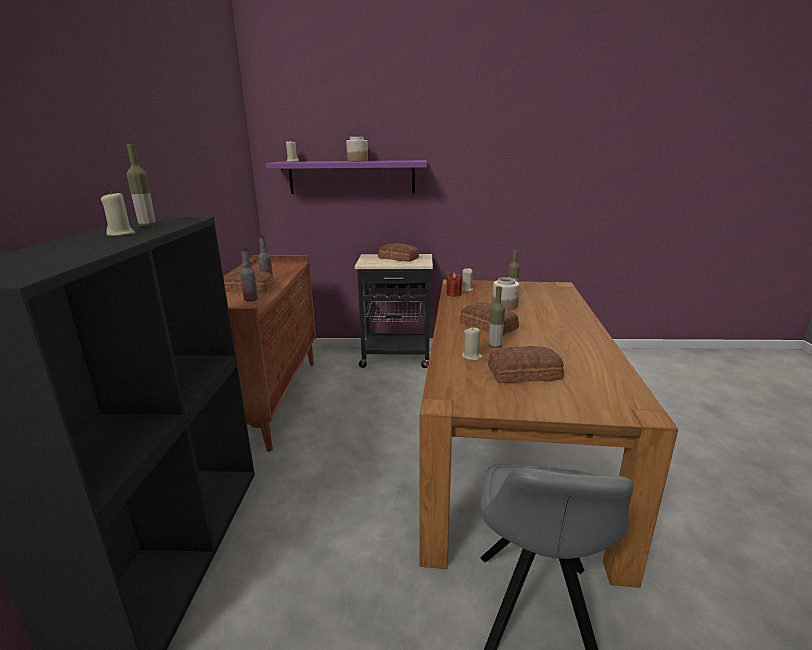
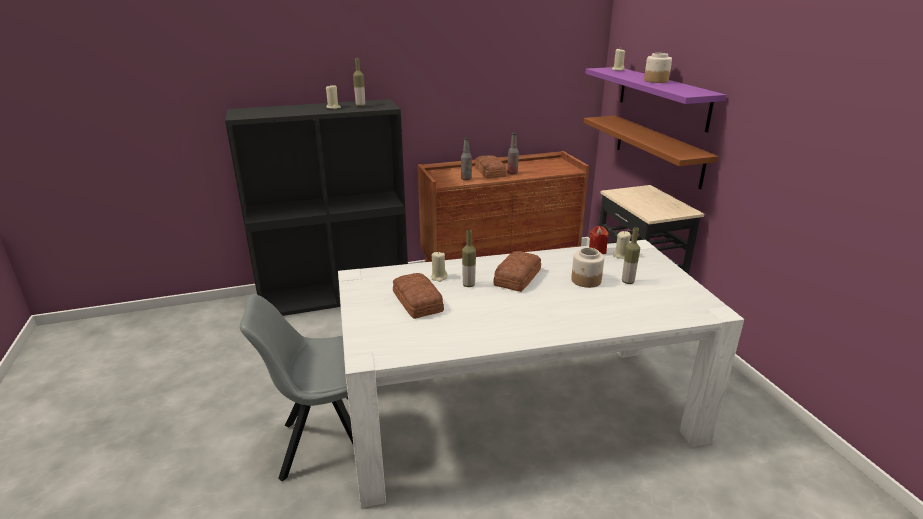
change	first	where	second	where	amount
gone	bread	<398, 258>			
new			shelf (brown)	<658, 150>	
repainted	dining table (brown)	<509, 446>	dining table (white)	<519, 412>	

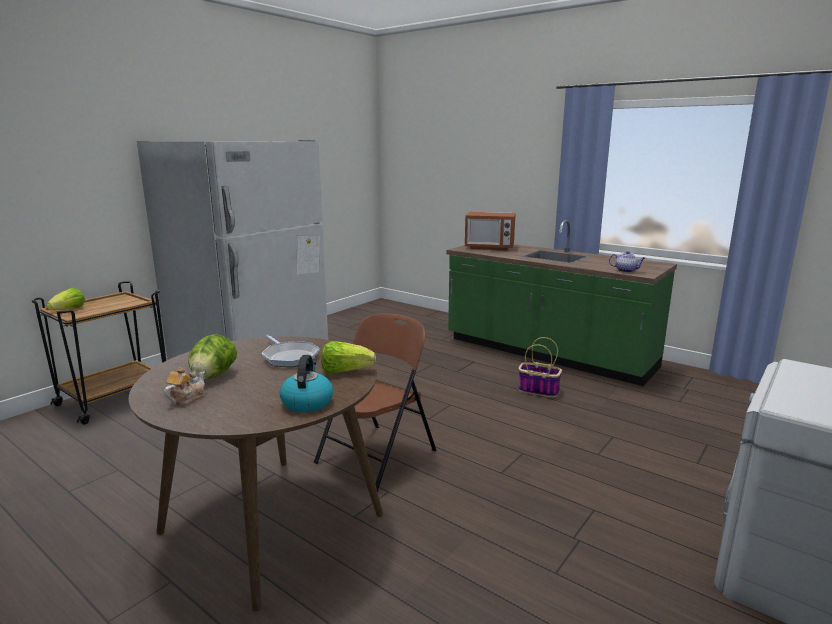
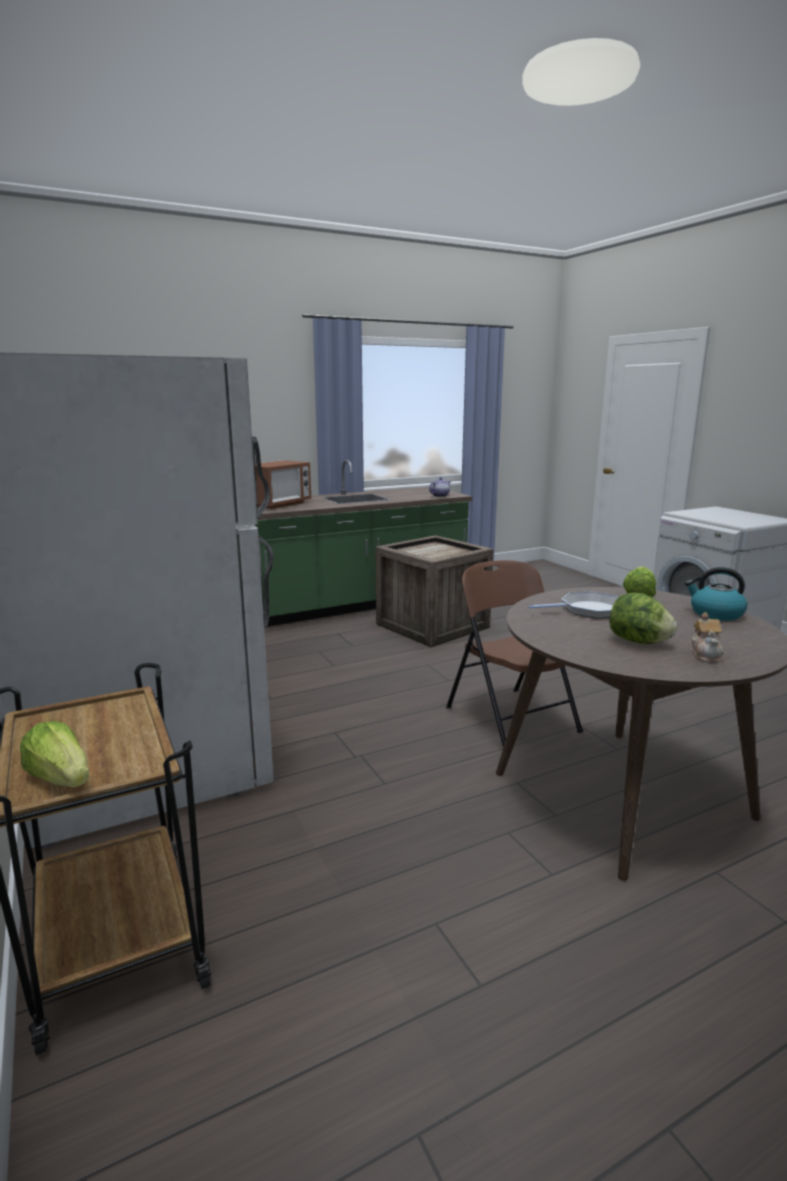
change	first	where	second	where	amount
swapped	basket	<537, 390>	crate	<432, 626>	
rotated	teapot	<186, 398>		<706, 655>	135 degrees counterclockwise

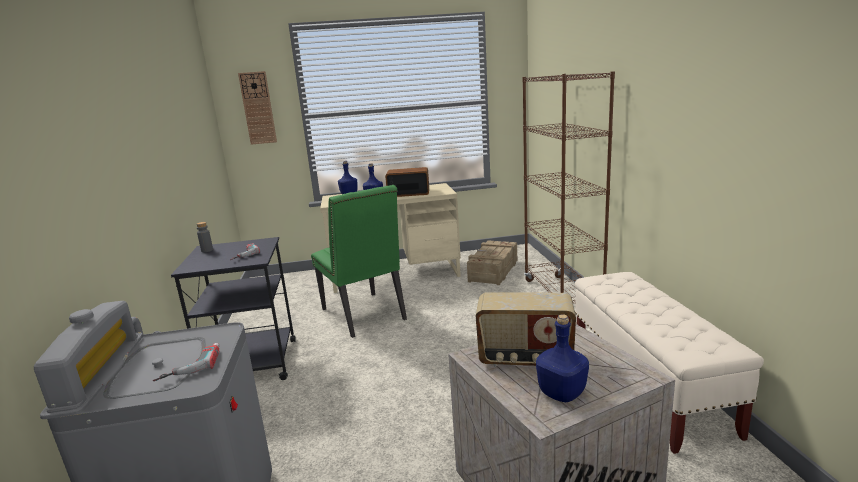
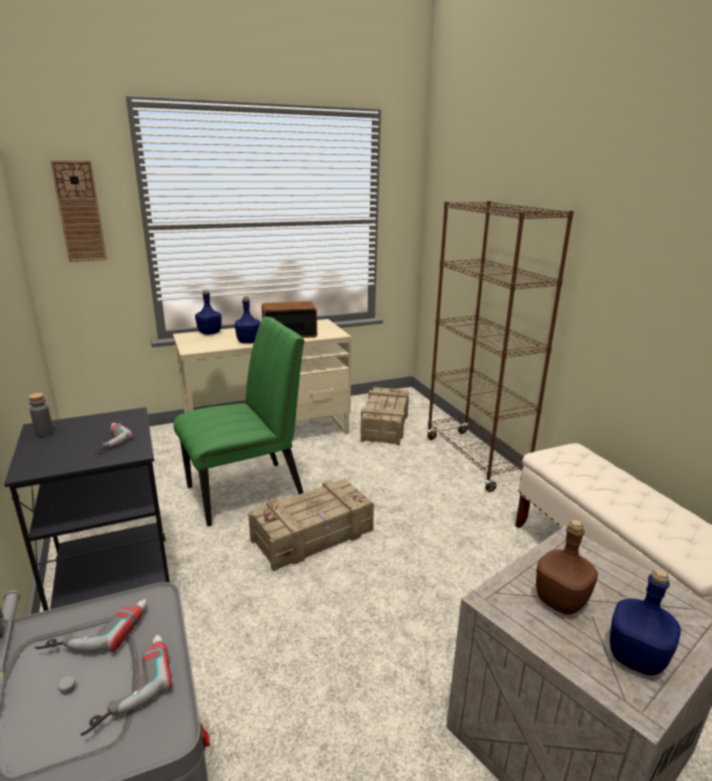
change	first	where	second	where	amount
new			power drill	<97, 629>	
new			crate	<313, 535>	
swapped	radio	<525, 358>	bottle (brown)	<561, 600>	
rotated	chair (green)	<363, 314>		<244, 492>	75 degrees counterclockwise

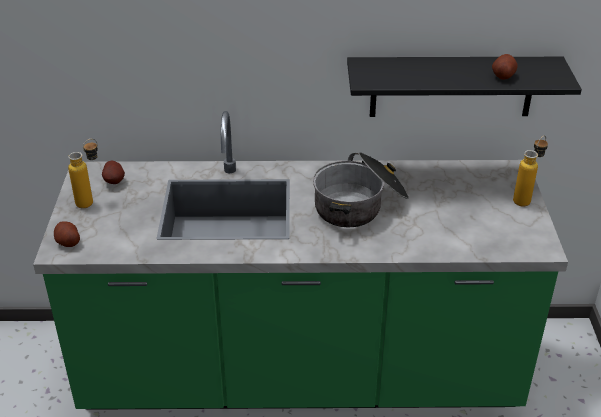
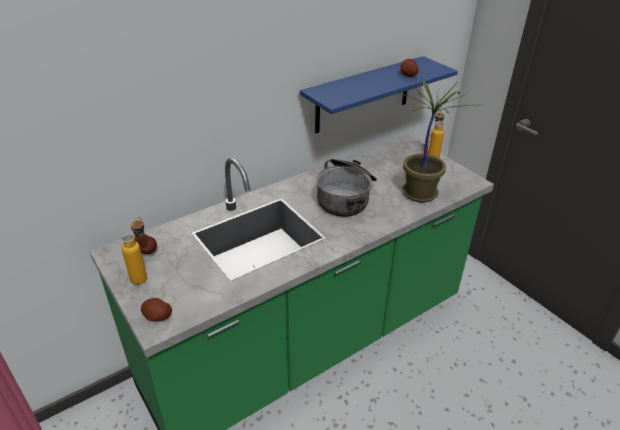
change	first	where	second	where	amount
new			potted plant	<420, 192>	
repainted	shelf (black)	<452, 86>	shelf (blue)	<363, 95>	

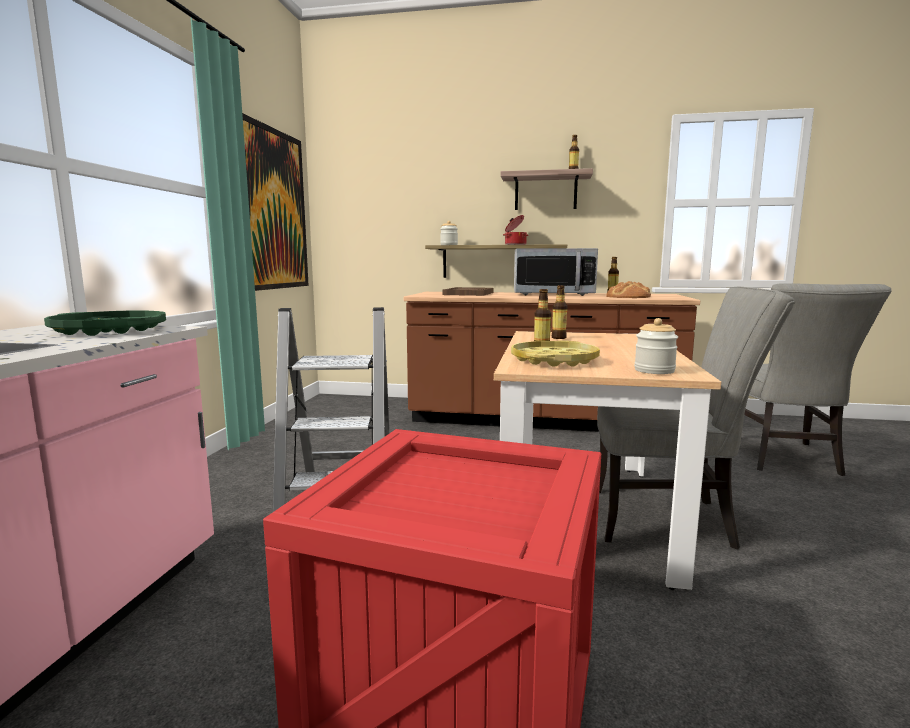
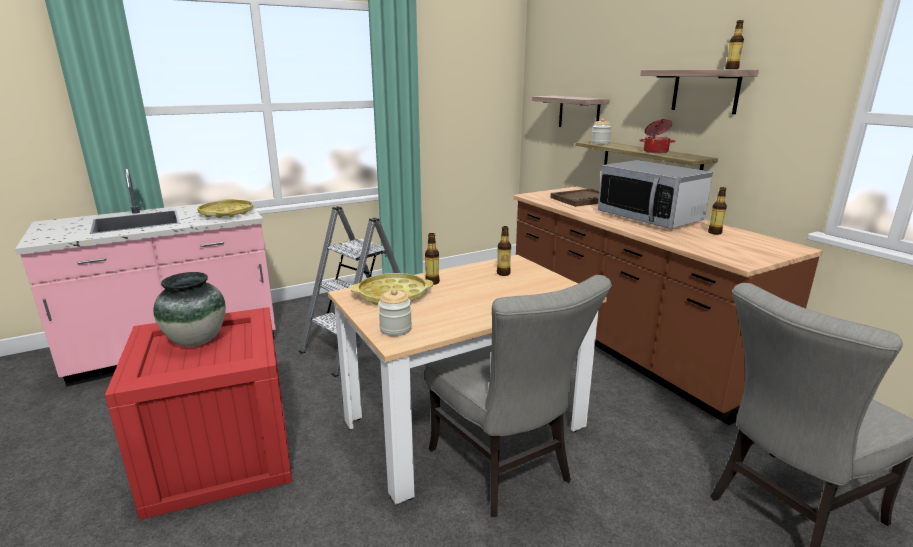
change	first	where	second	where	amount
gone	picture	<274, 210>			
gone	bread	<628, 297>			
new			vase	<197, 340>	
new			shelf	<579, 113>	
repainted	tray (green)	<110, 330>	tray (yellow)	<226, 213>	

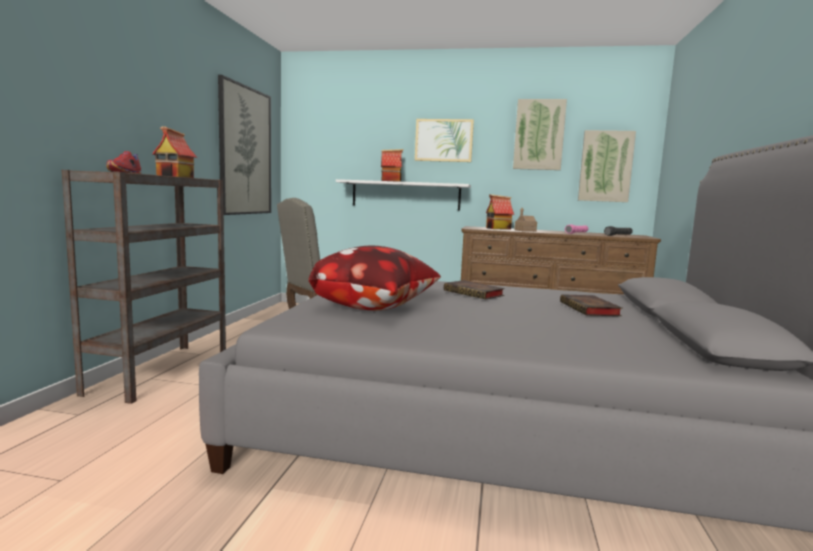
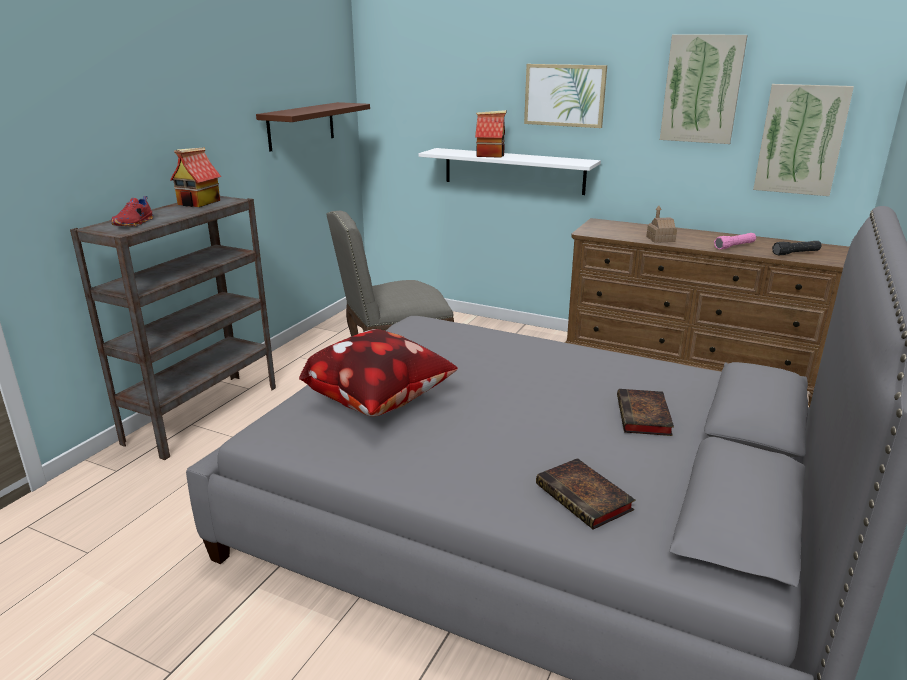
change	first	where	second	where	amount
gone	toy house	<498, 228>			
shifted	book	<475, 293>		<586, 498>	
swapped	picture	<245, 151>	shelf (brown)	<301, 126>	

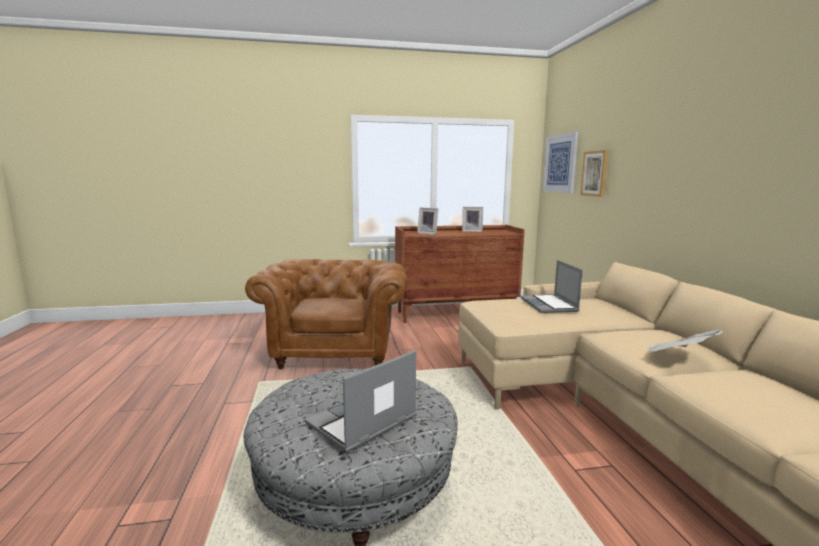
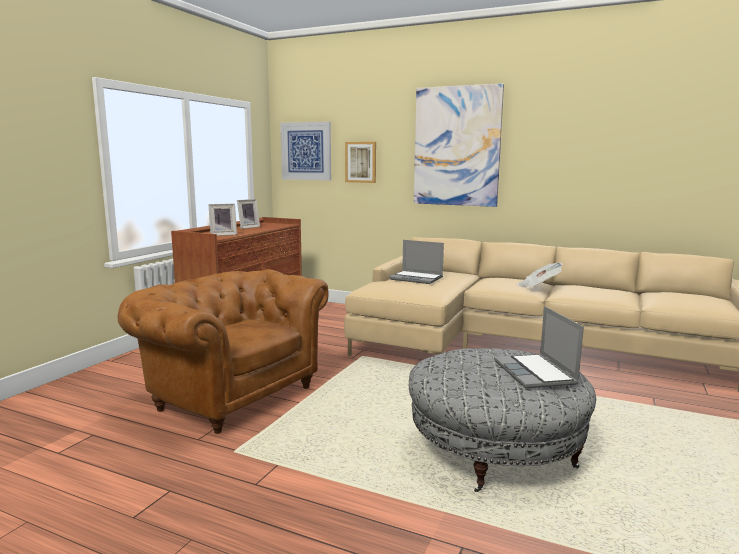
change	first	where	second	where	amount
new			picture	<457, 146>	

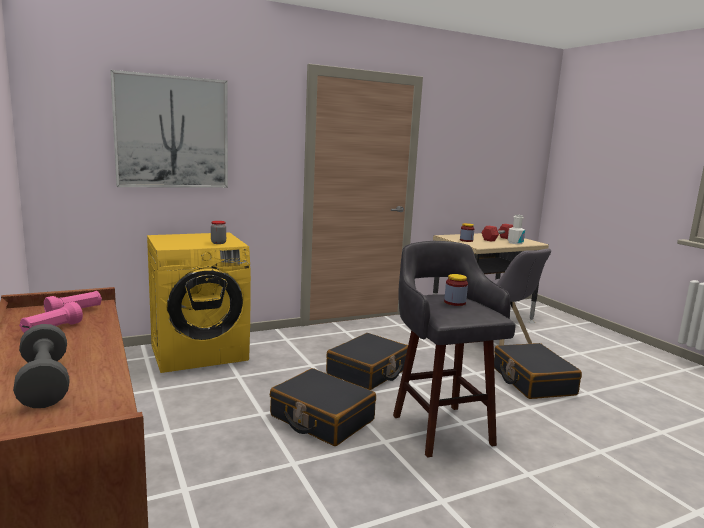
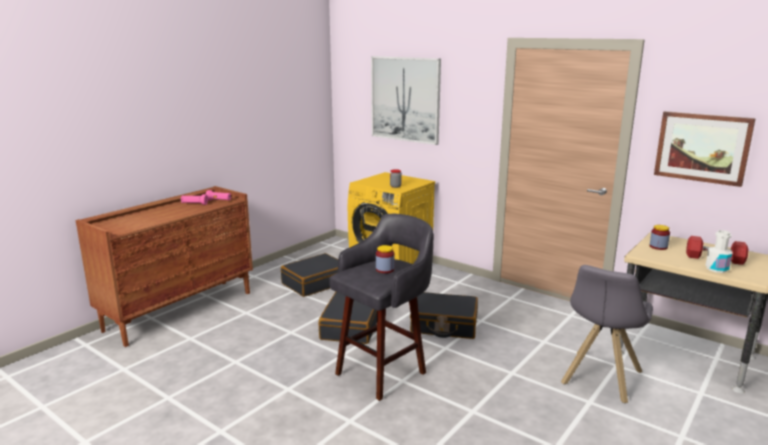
change	first	where	second	where	amount
gone	dumbbell (grey)	<44, 383>			
new			picture	<702, 147>	
shifted	suitcase (black)	<532, 381>		<315, 283>	

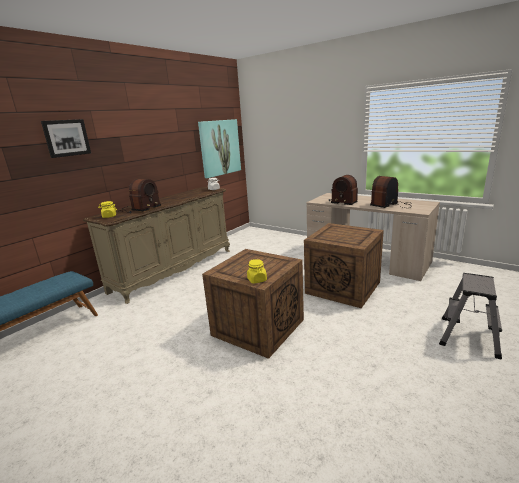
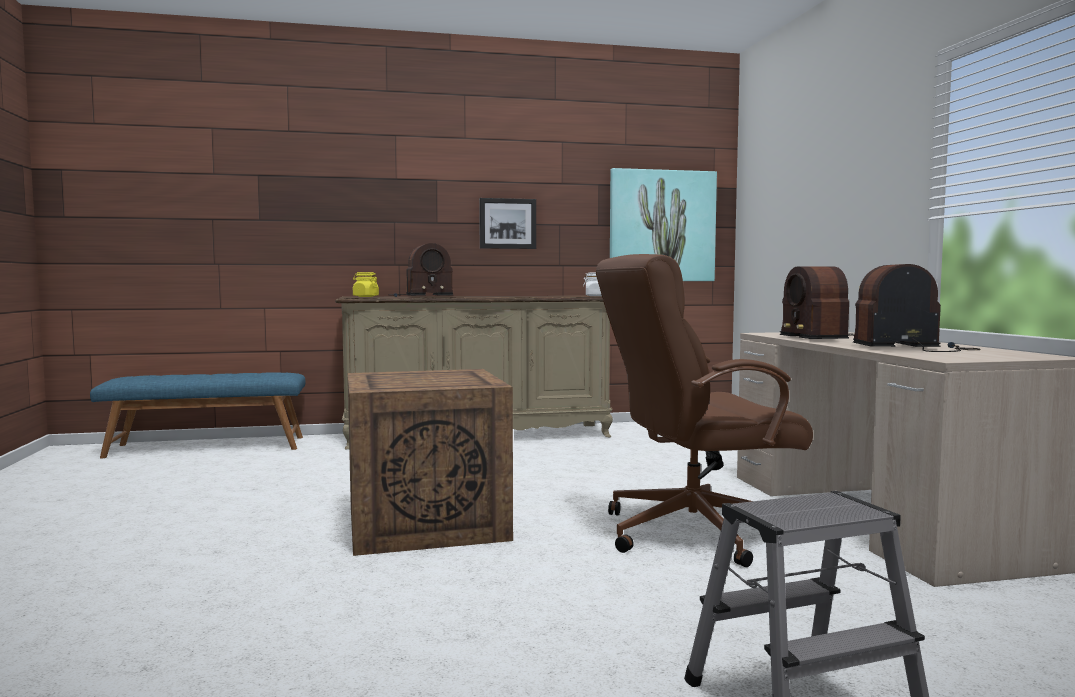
change	first	where	second	where	amount
gone	jar (yellow)	<257, 280>			
shifted	picture	<66, 138>		<507, 223>	
swapped	crate	<341, 288>	office chair (brown)	<694, 532>	

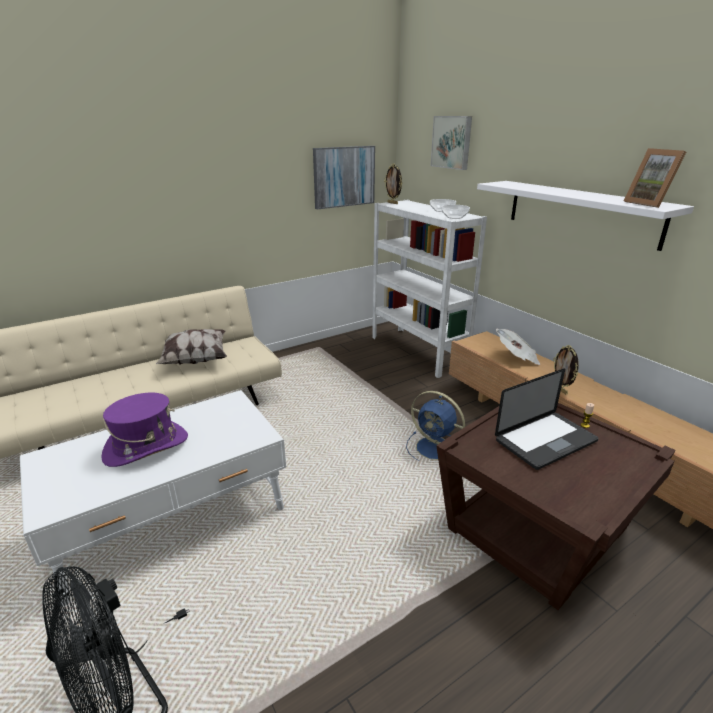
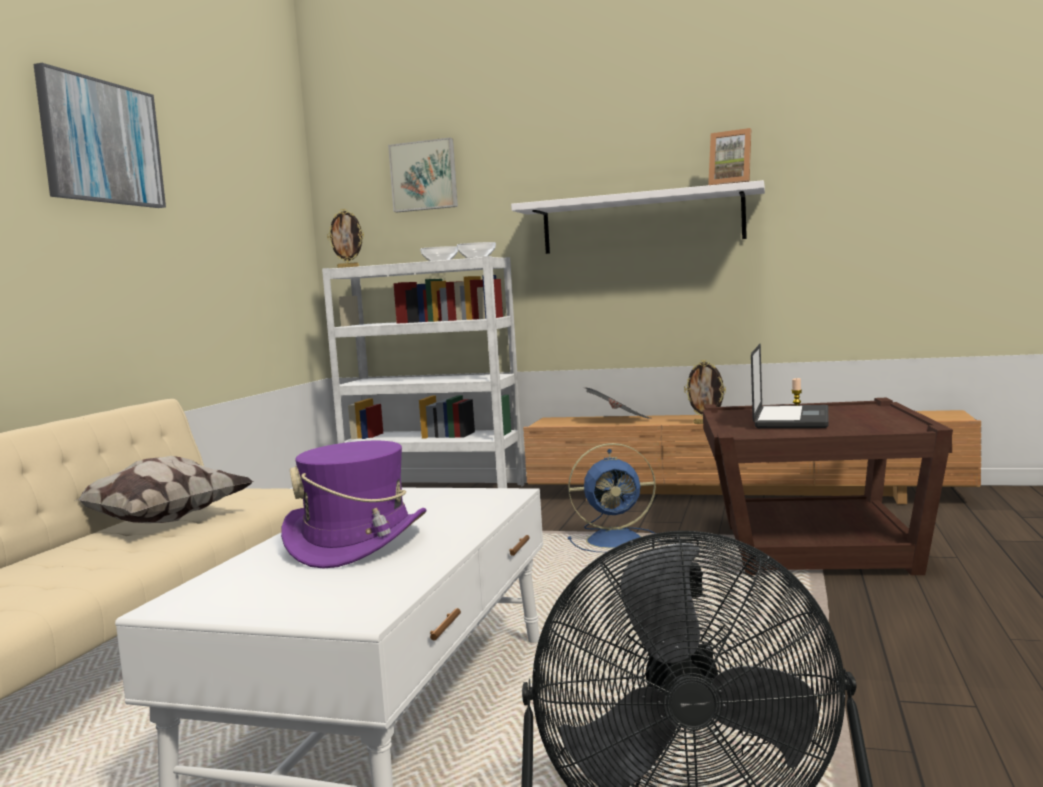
change	first	where	second	where	amount
shifted	picture	<344, 176>		<101, 142>	

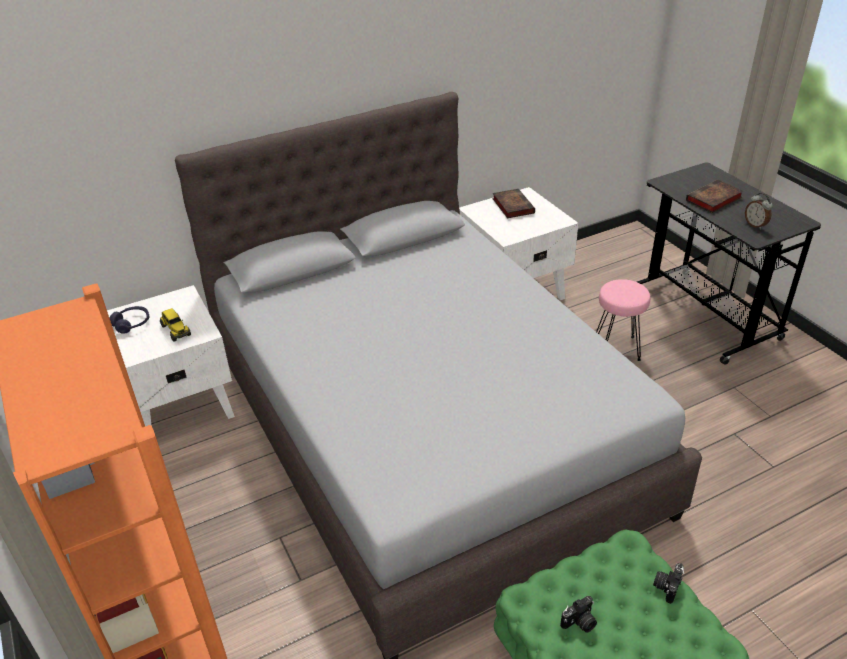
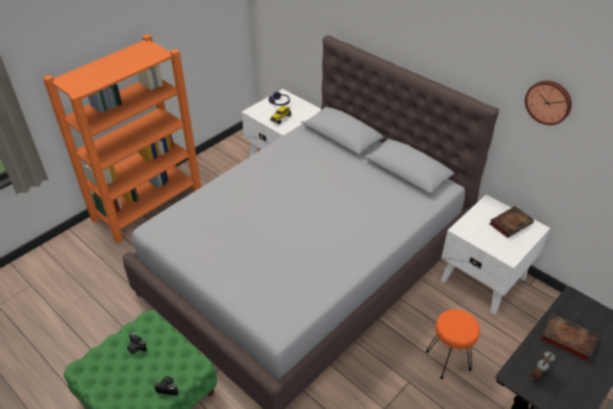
change	first	where	second	where	amount
new			wall clock	<549, 101>	
repainted	stool (pink)	<616, 348>	stool (orange)	<448, 359>	

